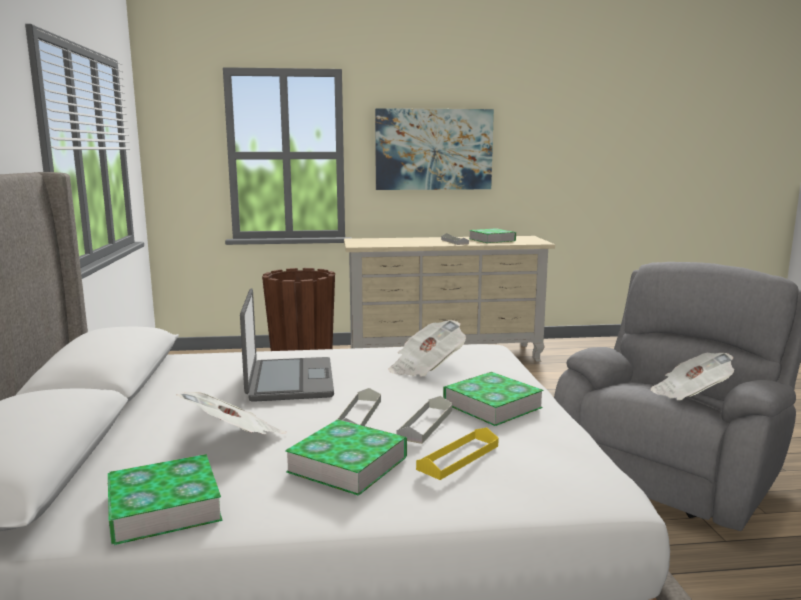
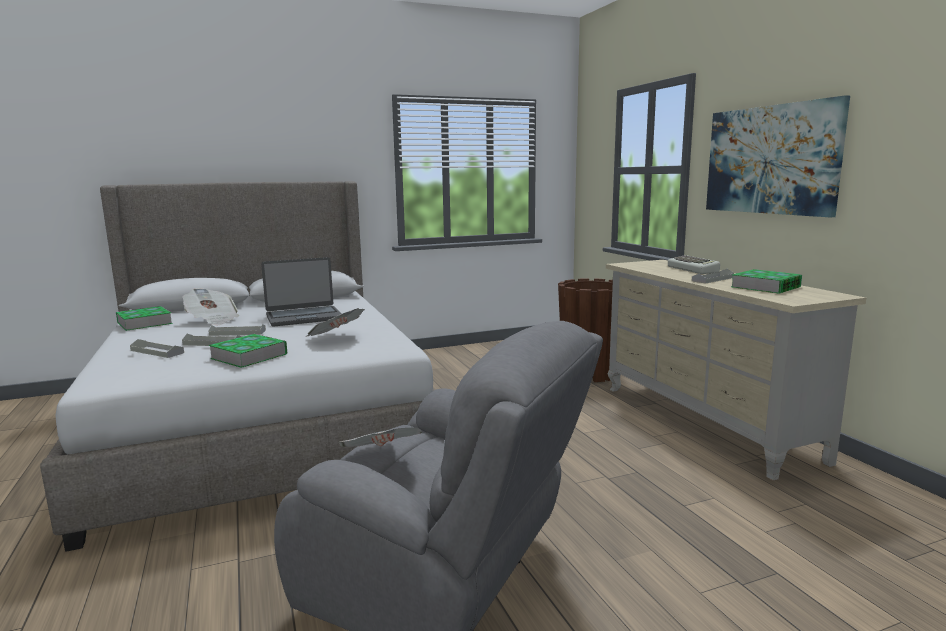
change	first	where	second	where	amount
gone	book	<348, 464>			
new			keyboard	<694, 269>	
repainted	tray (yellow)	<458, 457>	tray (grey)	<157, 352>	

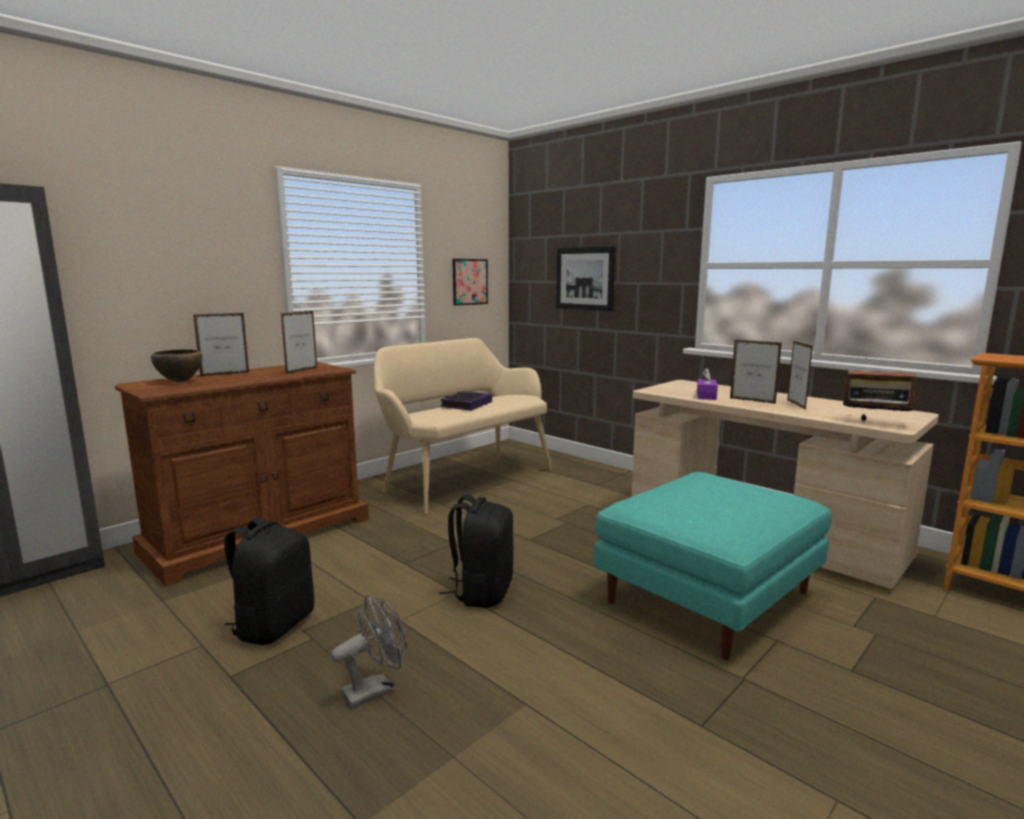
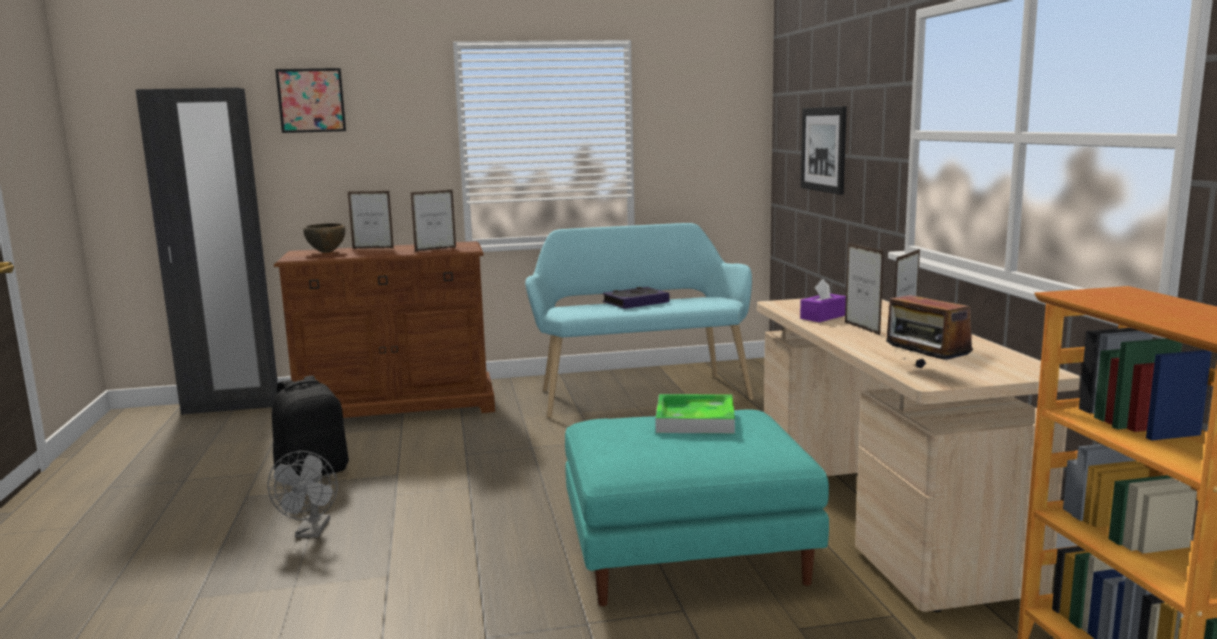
change	first	where	second	where	amount
gone	backpack (black)	<482, 592>			
new			tray	<695, 420>	
shifted	picture	<470, 282>		<311, 100>	
repainted	bench (beige)	<464, 480>	bench (turquoise)	<639, 393>	
rotated	fan (grey)	<375, 689>		<311, 532>	90 degrees clockwise

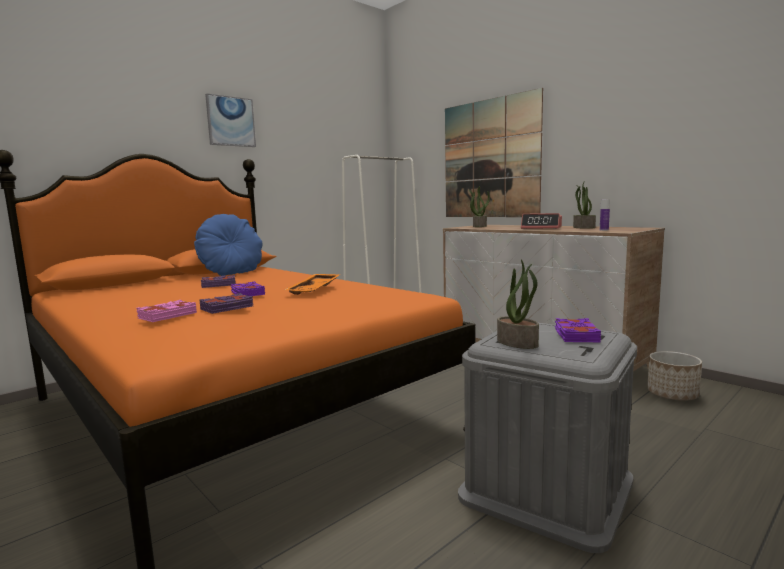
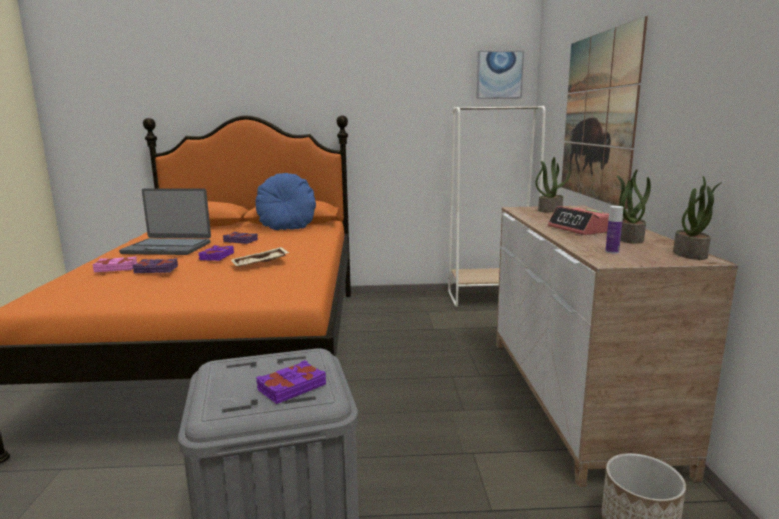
change	first	where	second	where	amount
new			laptop	<168, 248>	
shifted	picture	<230, 121>		<499, 75>	
shifted	potted plant	<518, 343>		<691, 254>	
repainted	tray (orange)	<315, 290>	tray (beige)	<260, 264>	

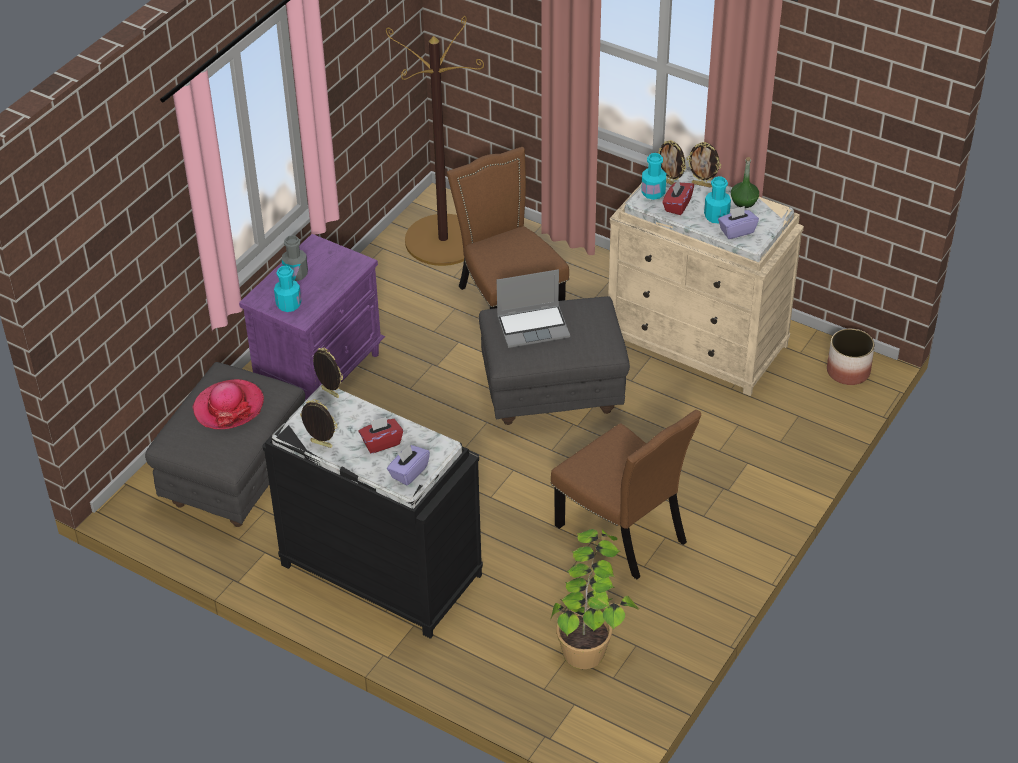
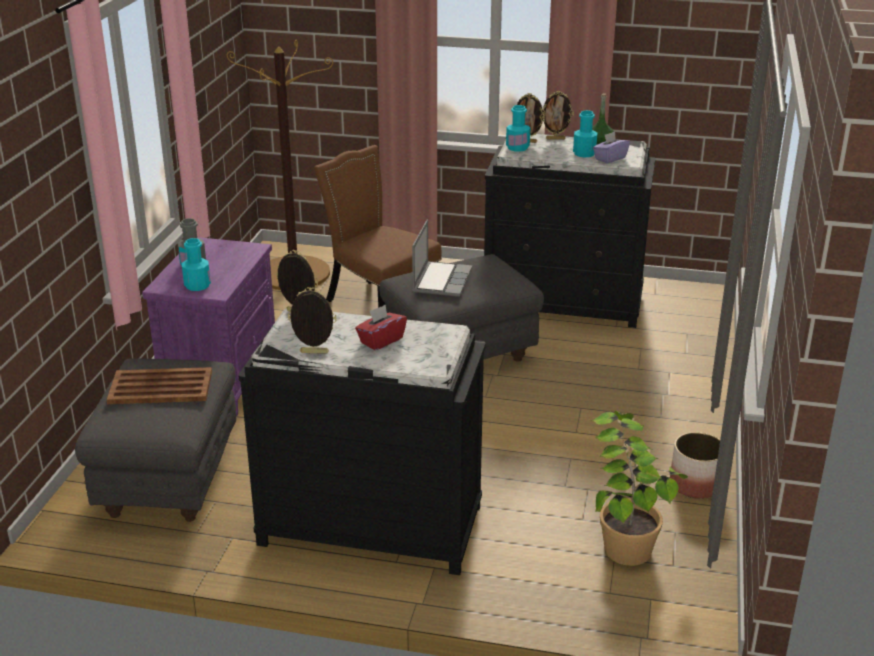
change	first	where	second	where	amount
gone	tissue box (purple)	<408, 472>			
gone	chair (brown)	<621, 530>			
gone	tissue box (red)	<677, 205>			
shifted	planter	<848, 372>		<696, 485>	
swapped	hat	<229, 407>	tray (brown)	<159, 387>	
repainted	dresser (beige)	<697, 342>	dresser (black)	<564, 301>	
rotated	laptop	<534, 326>		<441, 280>	45 degrees counterclockwise

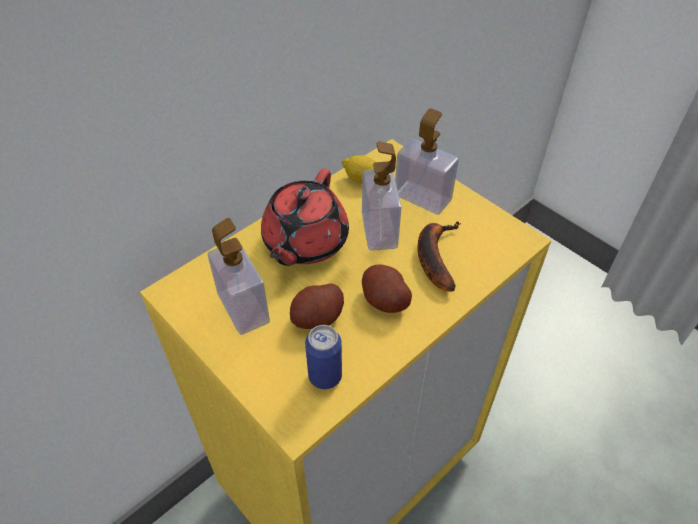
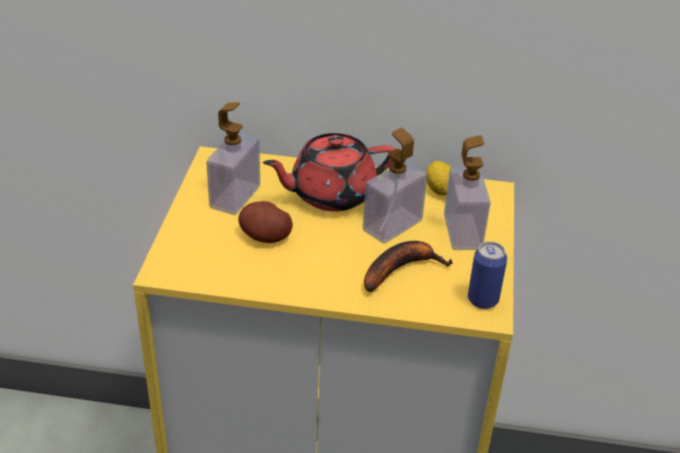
change	first	where	second	where	amount
gone	potato	<384, 300>			
shifted	can	<325, 376>		<482, 300>	

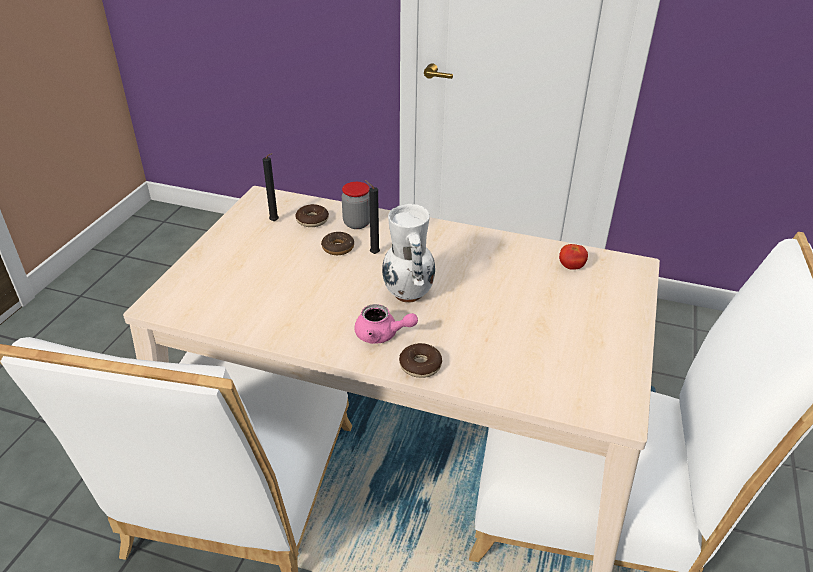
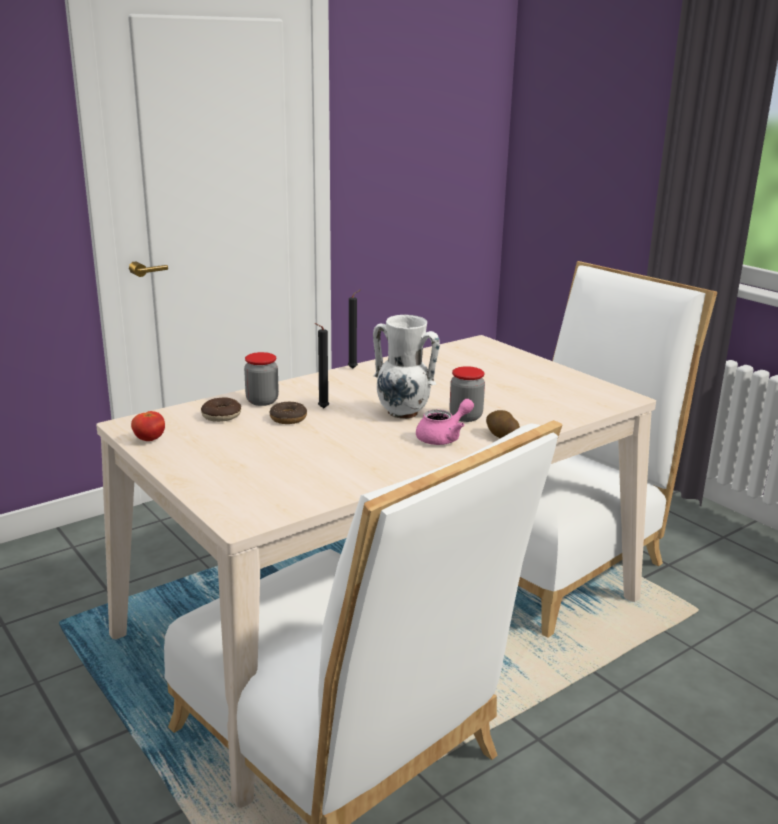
change	first	where	second	where	amount
new			jar	<465, 417>	
shifted	candle (black)	<275, 222>		<354, 368>	
shifted	tomato	<571, 267>		<149, 440>	
swapped	donut	<420, 365>	potato	<501, 436>	

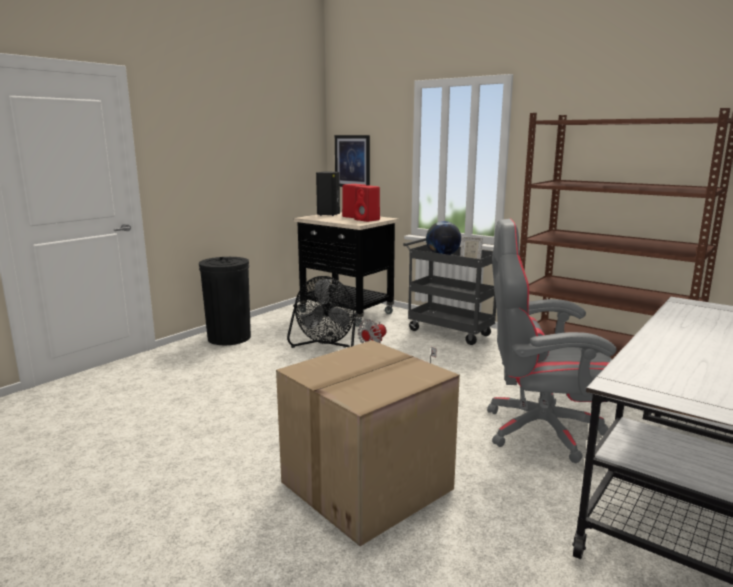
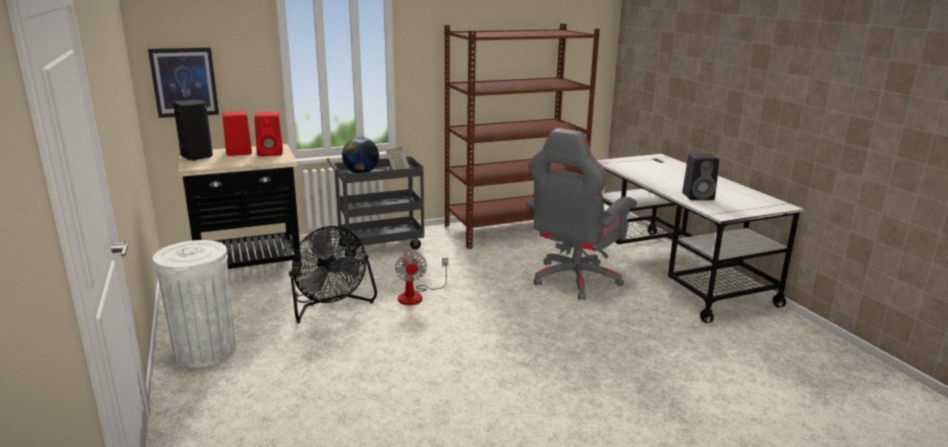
change	first	where	second	where	amount
gone	cardboard box	<366, 487>			
new			speaker (black)	<699, 196>	
repainted	trash can (black)	<229, 337>	trash can (white)	<205, 351>	

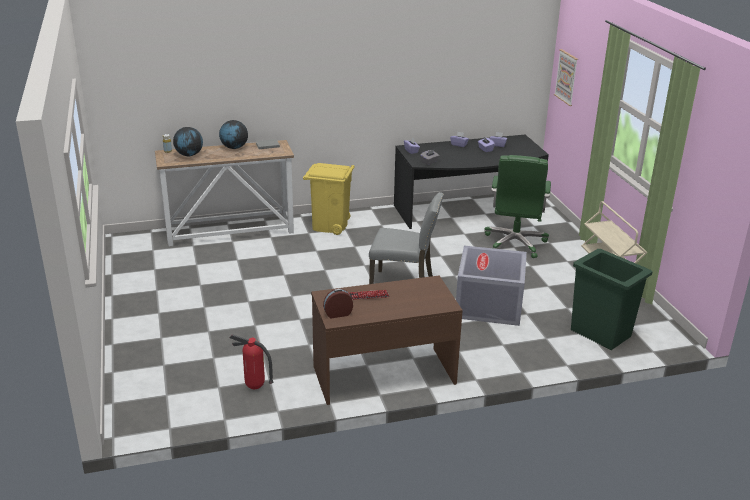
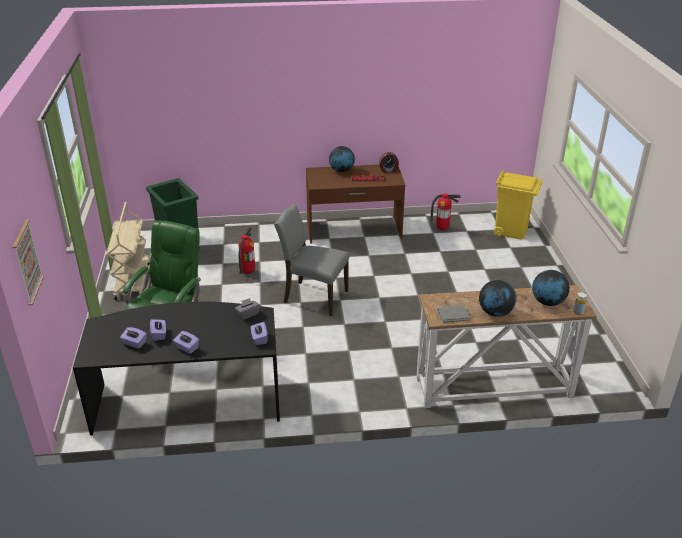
change	first	where	second	where	amount
new			globe	<341, 171>	
shifted	trash can (yellow)	<330, 226>		<511, 230>	
swapped	storage box (grey)	<490, 305>	fire extinguisher	<247, 272>	

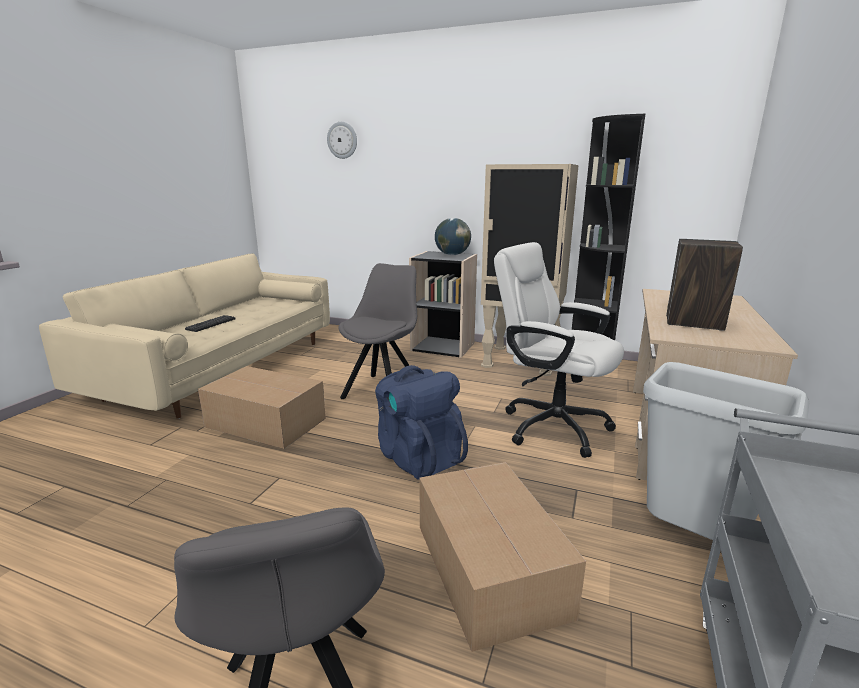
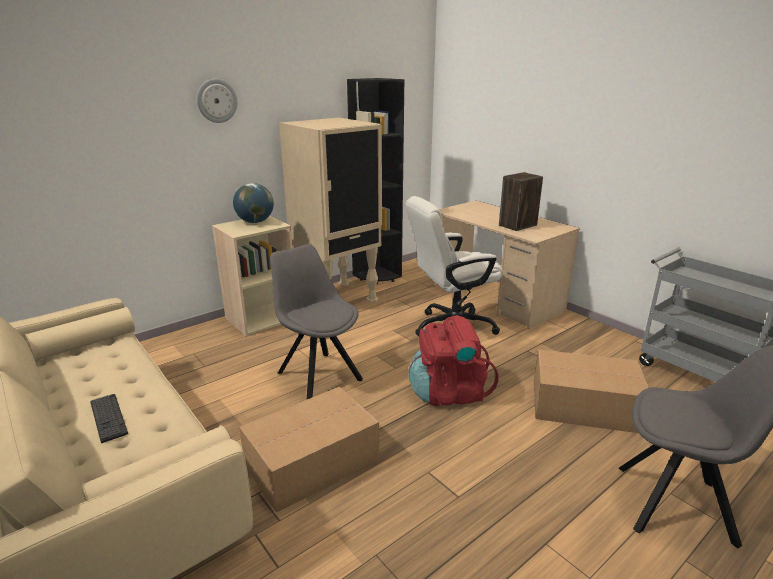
change	first	where	second	where	amount
gone	trash can (grey)	<689, 540>			
shifted	wall clock	<342, 140>		<216, 100>	
repainted	backpack (blue)	<418, 456>	backpack (red)	<448, 393>	
repainted	bookcase (black)	<443, 346>	bookcase (beige)	<262, 318>	

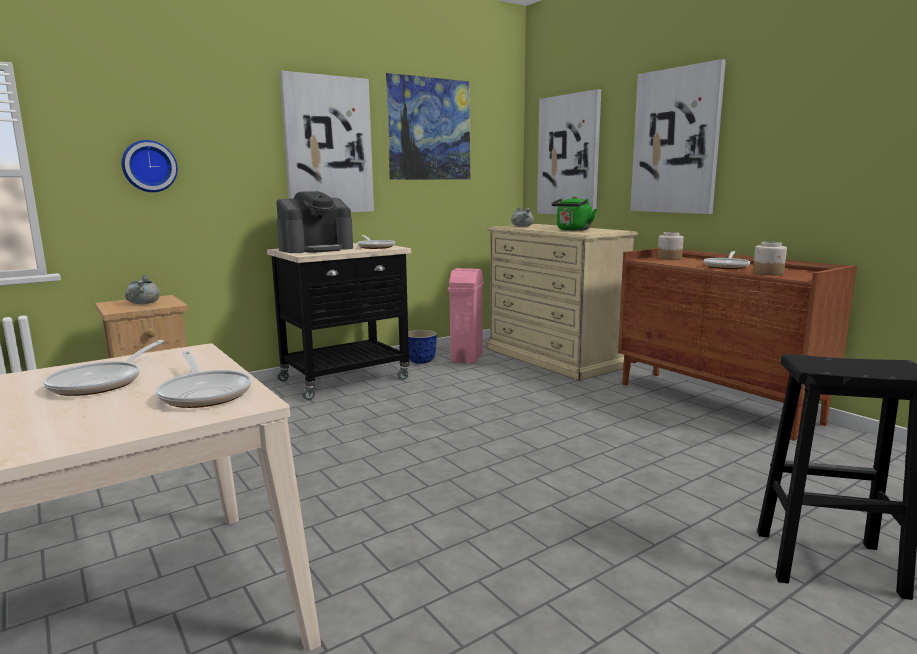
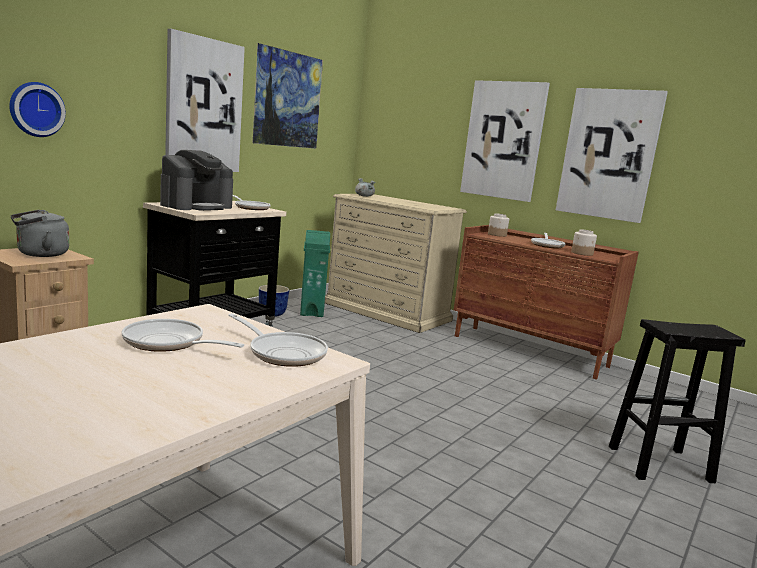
change	first	where	second	where	amount
gone	kettle (green)	<572, 230>			
shifted	picture	<568, 155>		<609, 154>	
swapped	cooking pot (grey)	<144, 303>	kettle (grey)	<39, 254>	
repainted	trash can (pink)	<467, 357>	trash can (green)	<312, 311>	
rotated	frying pan	<102, 382>		<169, 343>	120 degrees clockwise

